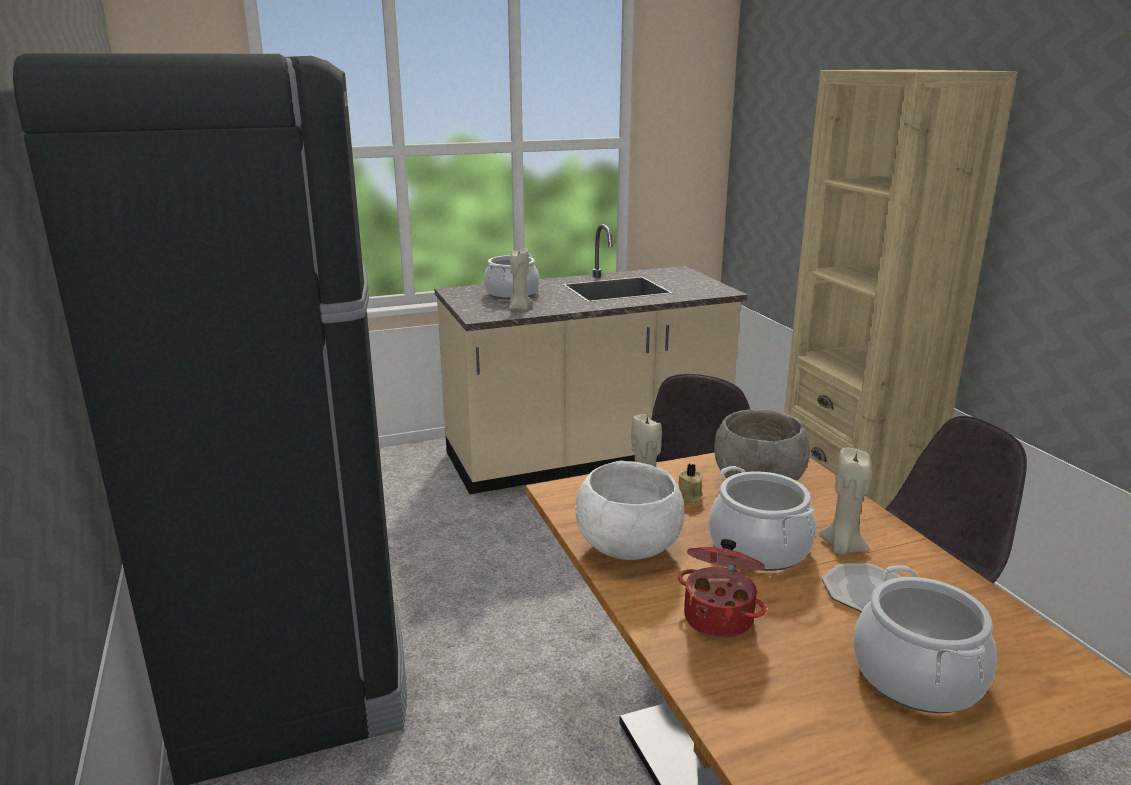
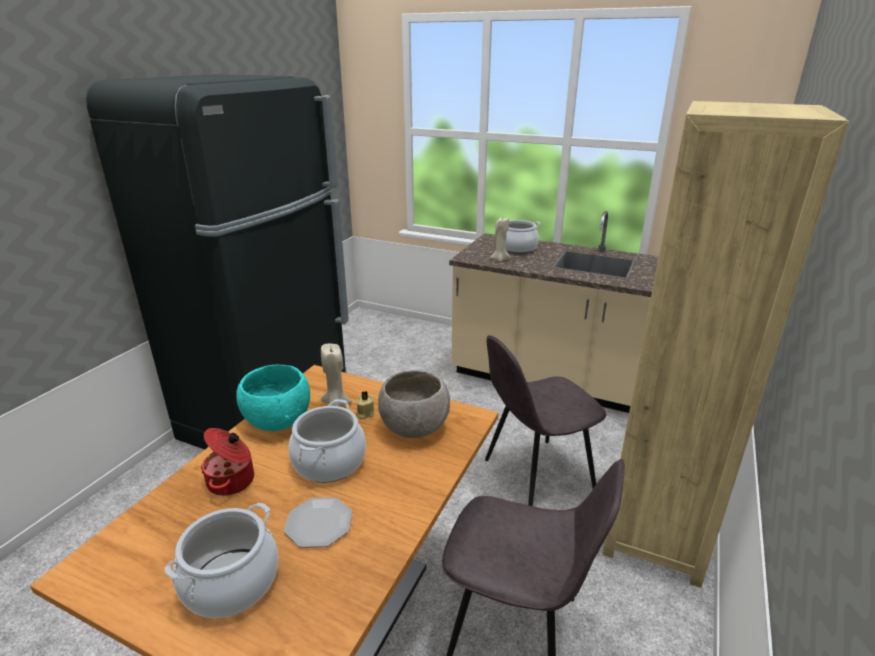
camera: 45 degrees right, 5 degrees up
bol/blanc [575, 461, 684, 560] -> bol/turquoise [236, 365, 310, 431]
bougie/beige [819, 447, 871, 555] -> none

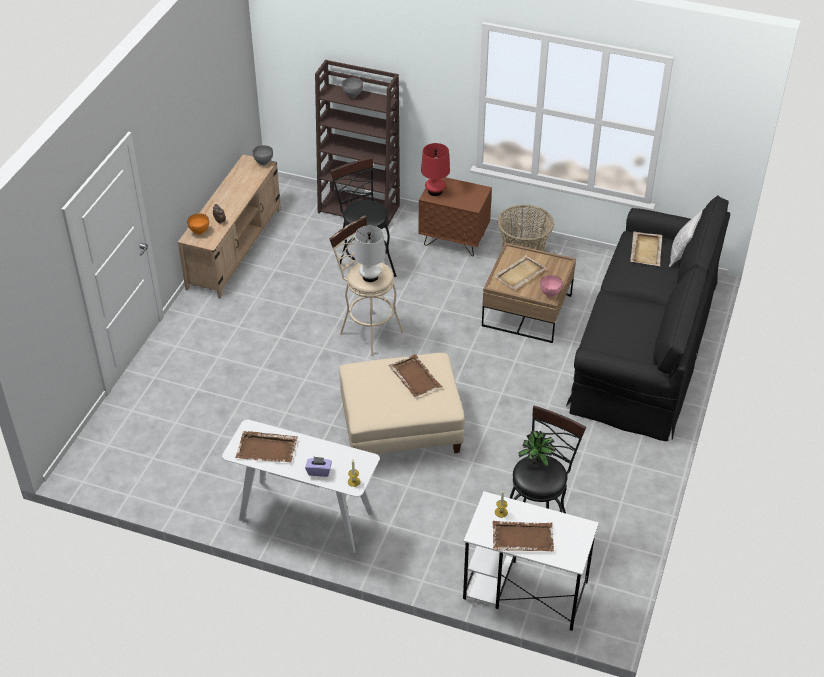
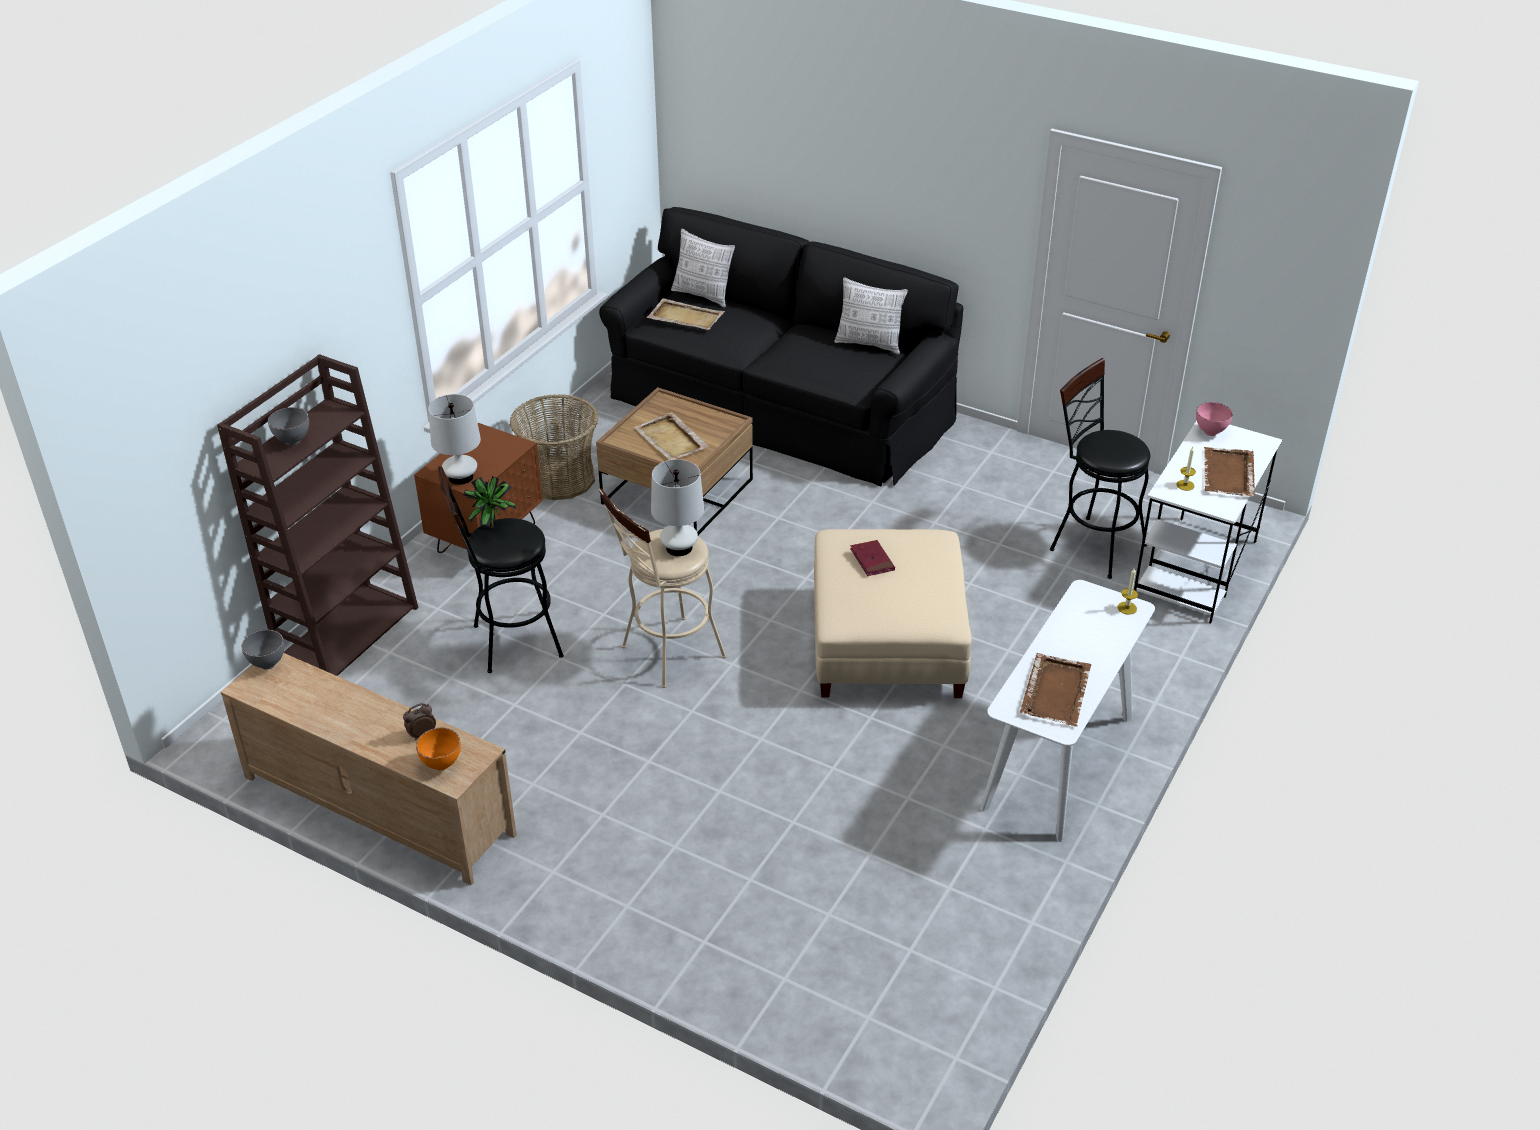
camera: 80 degrees left, 5 degrees down
lampe de table/rouge [421, 143, 450, 196] -> lampe de table/blanc [428, 394, 481, 485]
plante en pot [518, 431, 555, 467] -> plante en pot [463, 476, 516, 528], shifted
none -> coussin [835, 277, 908, 354]
plateau/marron [389, 354, 442, 397] -> livre/rouge [850, 540, 895, 576]
bol/rose [540, 275, 563, 297] -> bol/rose [1196, 402, 1233, 436], shifted
boîte à mouchoirs/violet [305, 457, 332, 477] -> none

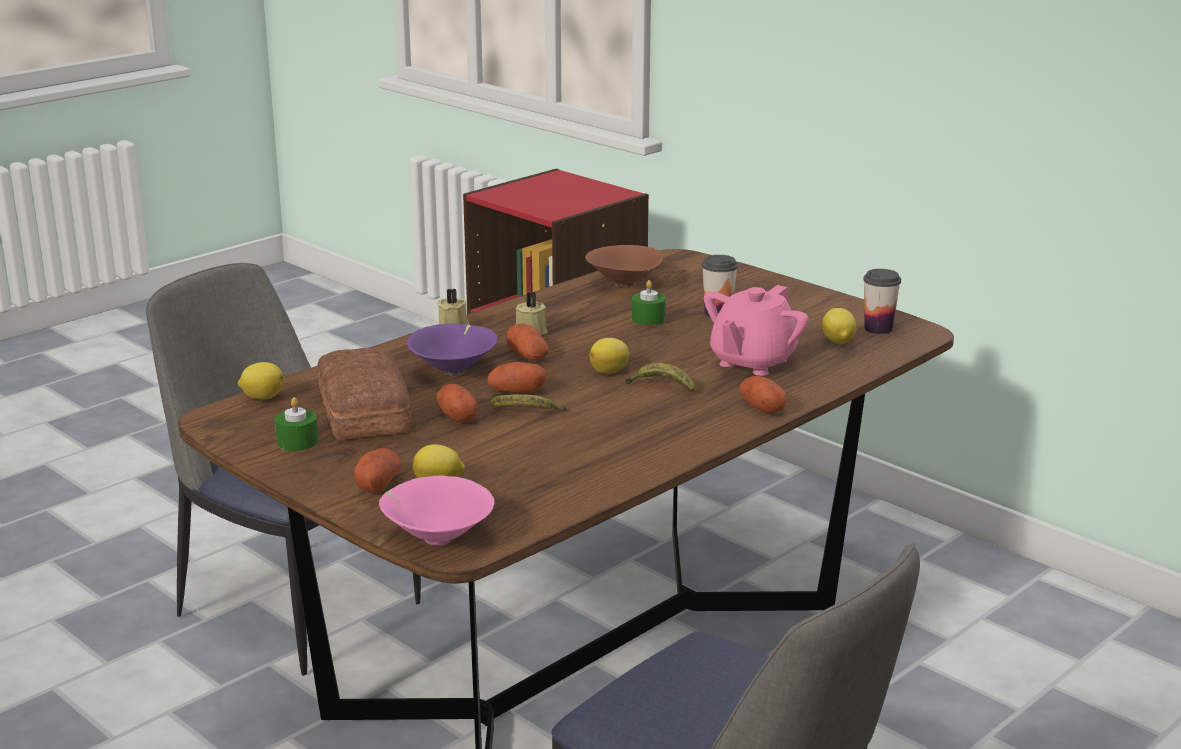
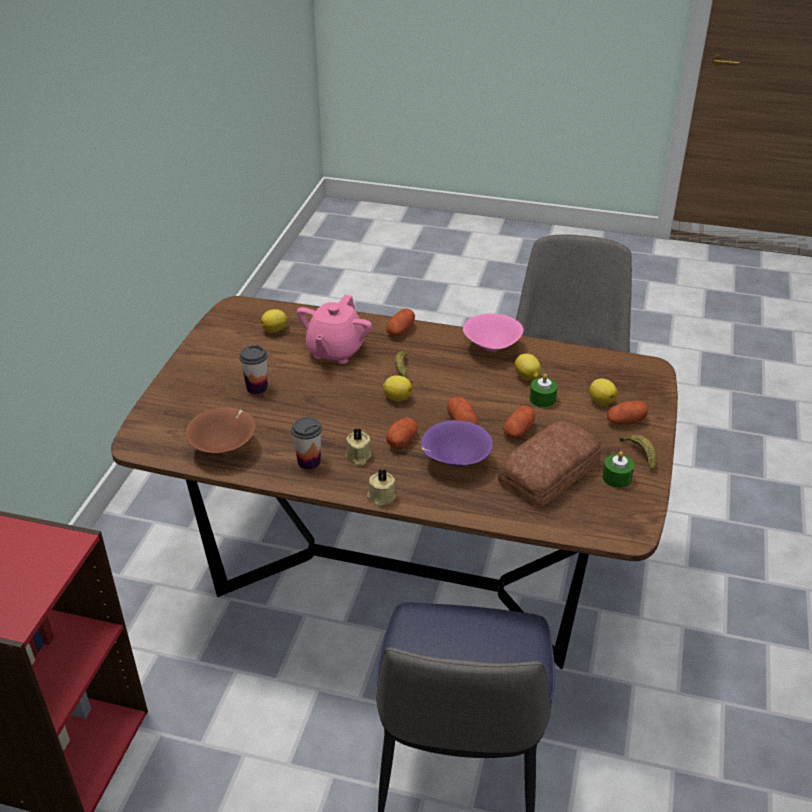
camera: 120 degrees left, 15 degrees up
tasse [863, 269, 901, 334] -> tasse [291, 417, 322, 470], shifted
théière/rose [704, 285, 809, 376] -> théière/rose [297, 295, 372, 364], 105 degrees clockwise
bol/rose [379, 475, 495, 546] -> bol/rose [463, 313, 524, 352], shifted
citron [238, 362, 284, 400] -> citron [515, 354, 541, 380], shifted
bougie/vert [632, 280, 666, 325] -> bougie/vert [530, 374, 558, 408], shifted
banane [490, 394, 566, 412] -> banane [620, 434, 656, 470], shifted

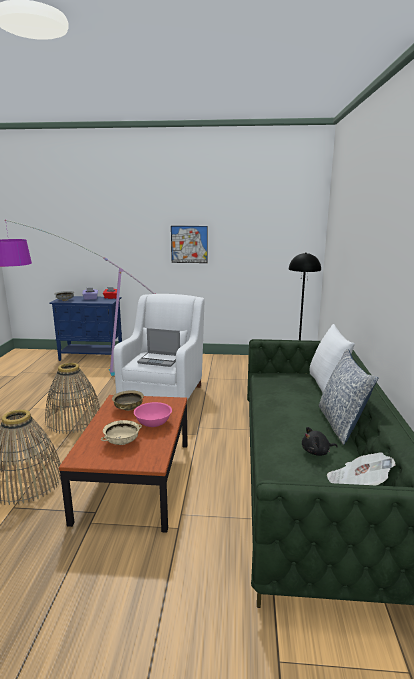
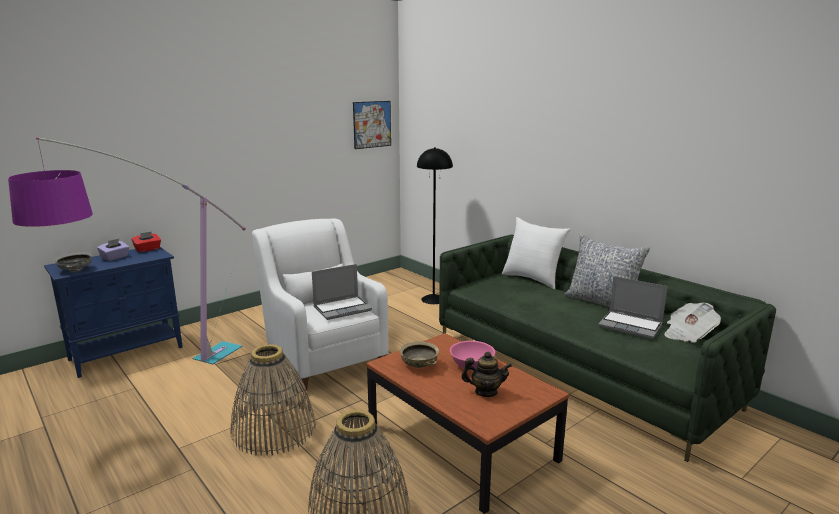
camera: 45 degrees left, 0 degrees up
tableau [171, 226, 208, 263] -> tableau [353, 101, 391, 149], shifted
bol/beige [101, 420, 142, 445] -> théière [461, 351, 512, 397]
peluche/noir [302, 427, 338, 456] -> ordinateur portable [598, 276, 668, 339]

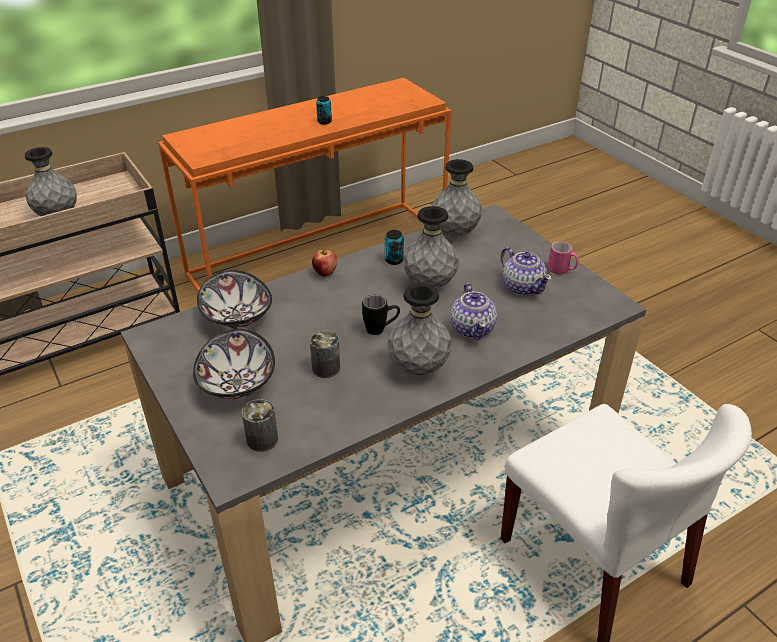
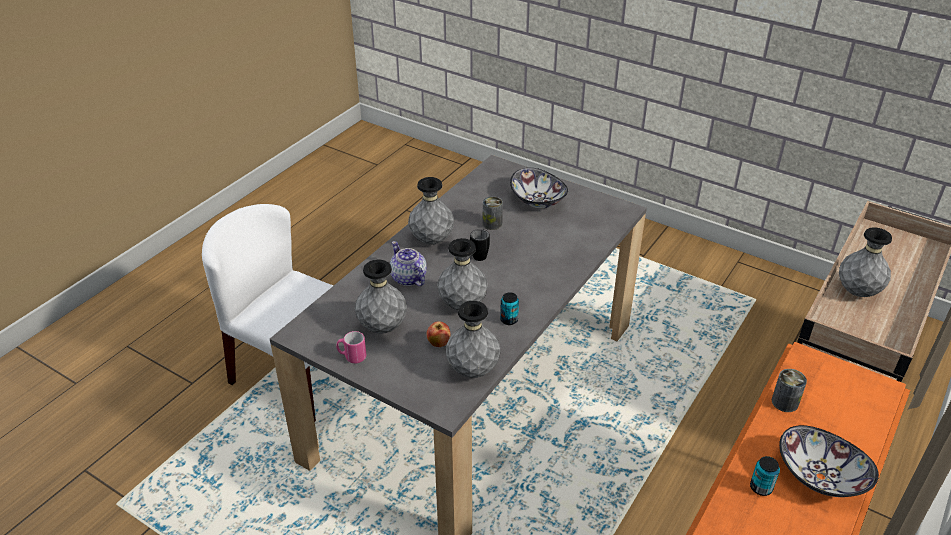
camera: 155 degrees right, 0 degrees up
théière [501, 247, 552, 296] -> vase/gris [355, 259, 407, 334]
pomme [312, 249, 337, 277] -> pomme [427, 321, 451, 347], shifted
boîte métallique [242, 399, 278, 452] -> boîte métallique [772, 369, 807, 412], shifted
bol [197, 270, 272, 329] -> bol [779, 425, 879, 497], shifted

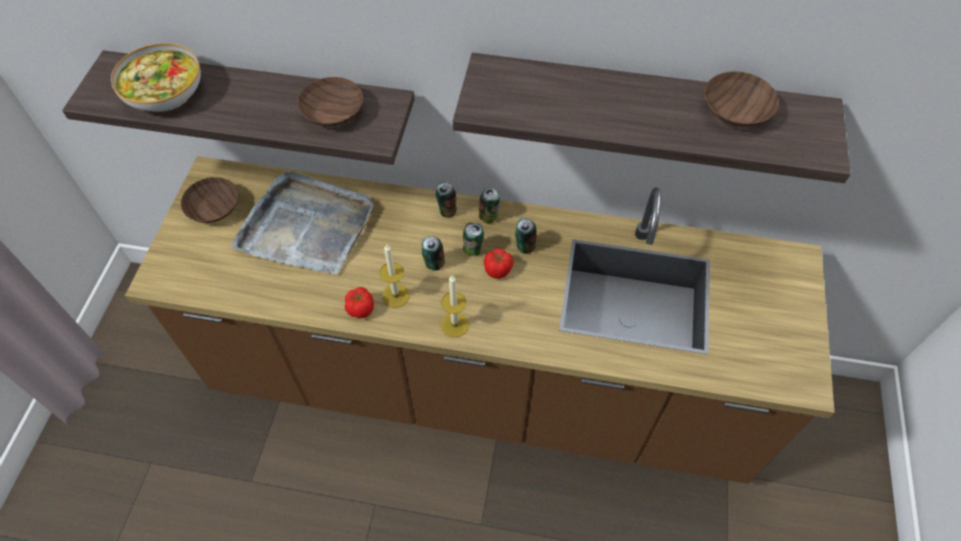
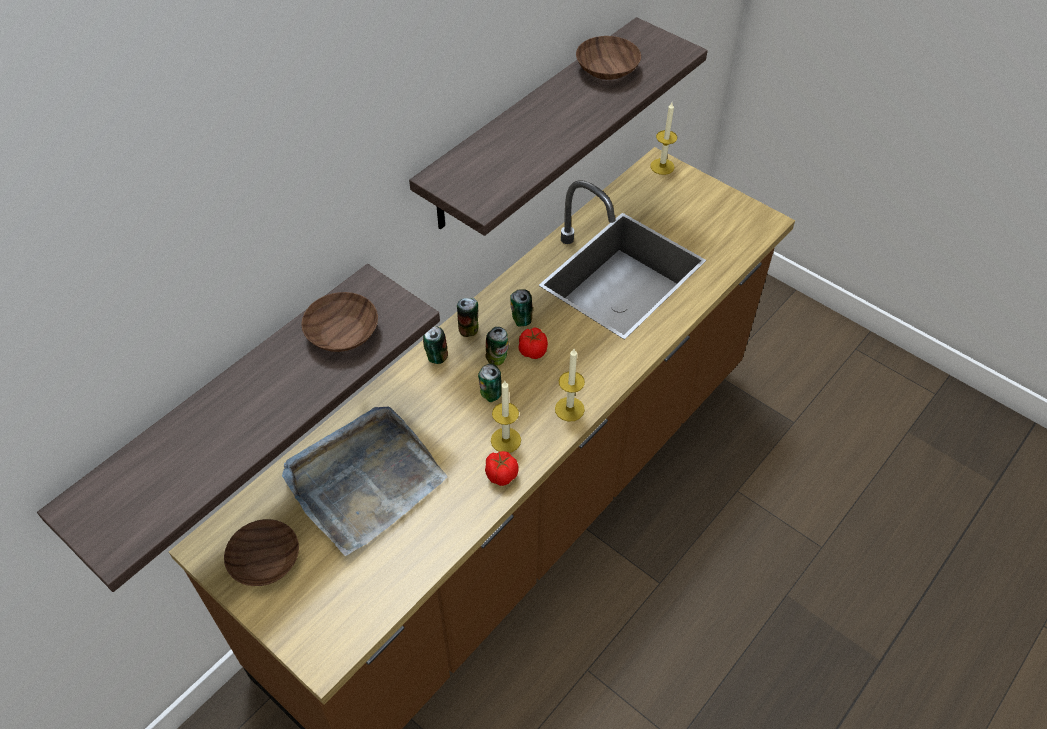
camera: 60 degrees left, 5 degrees down
none -> bougie [650, 103, 677, 175]
bol [111, 43, 201, 112] -> none

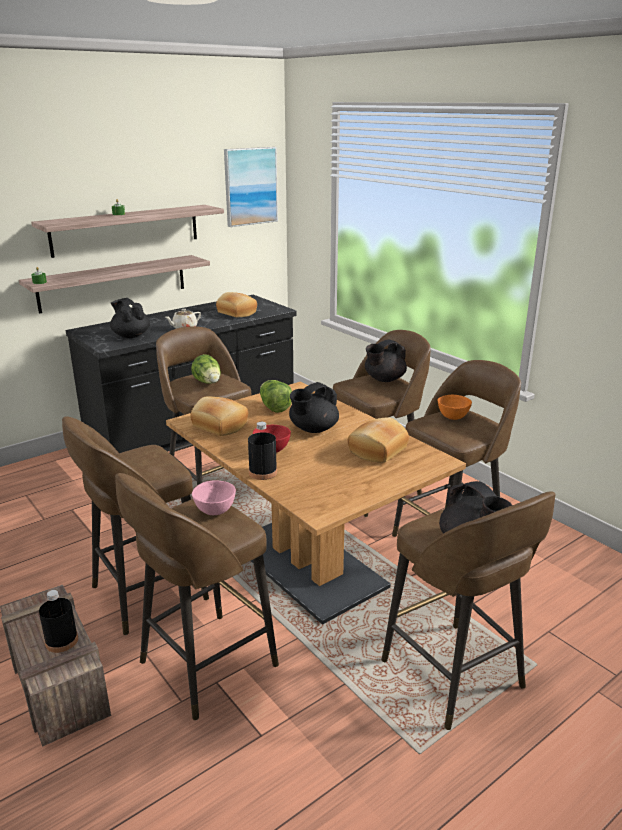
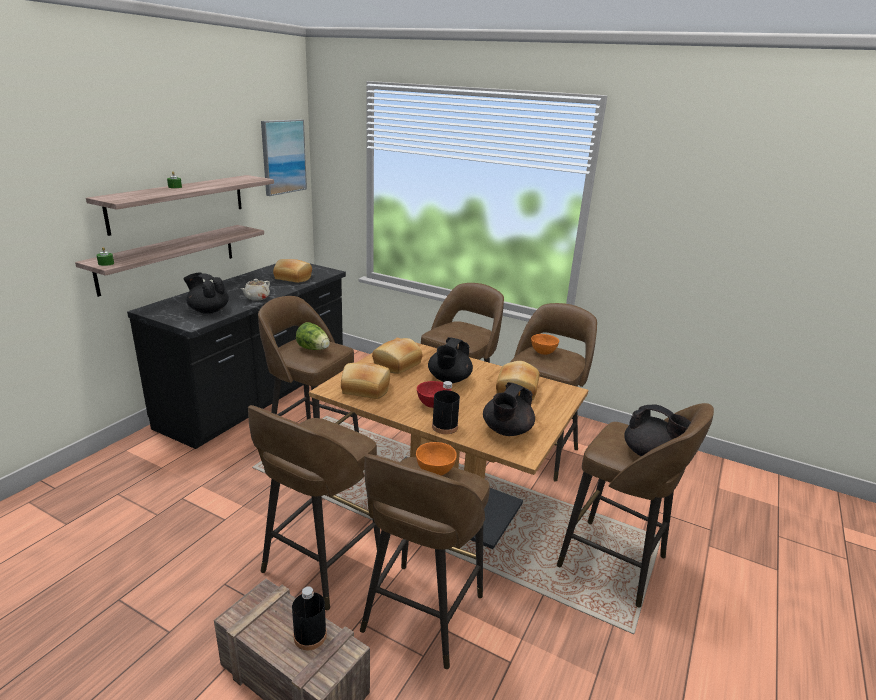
camera: 25 degrees left, 0 degrees up
laitue [260, 380, 292, 413] -> pain [372, 338, 423, 374]
bol/rose [192, 480, 236, 515] -> bol/orange [416, 442, 457, 475]
théière/noir [365, 340, 407, 382] -> théière/noir [483, 382, 535, 436], shifted

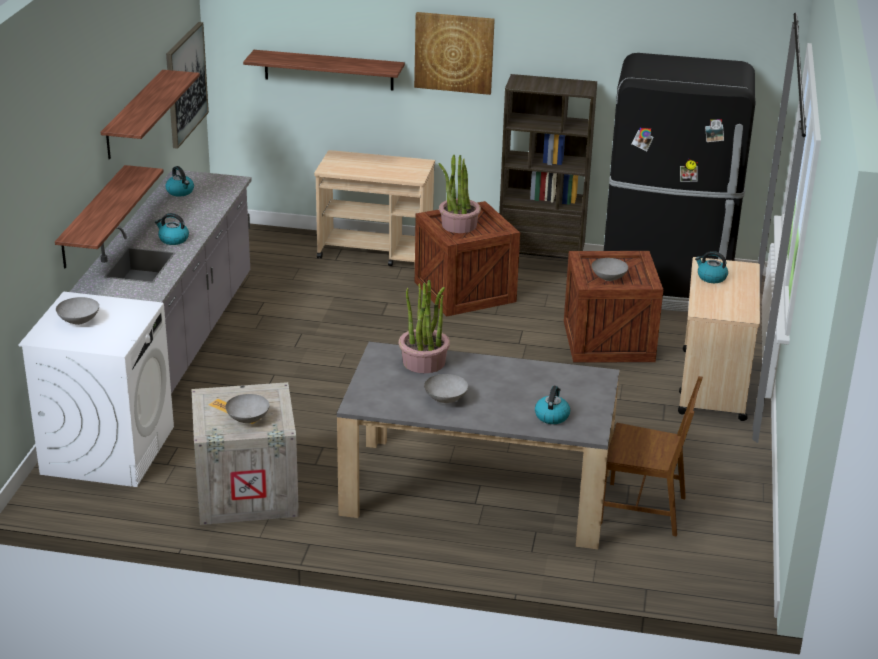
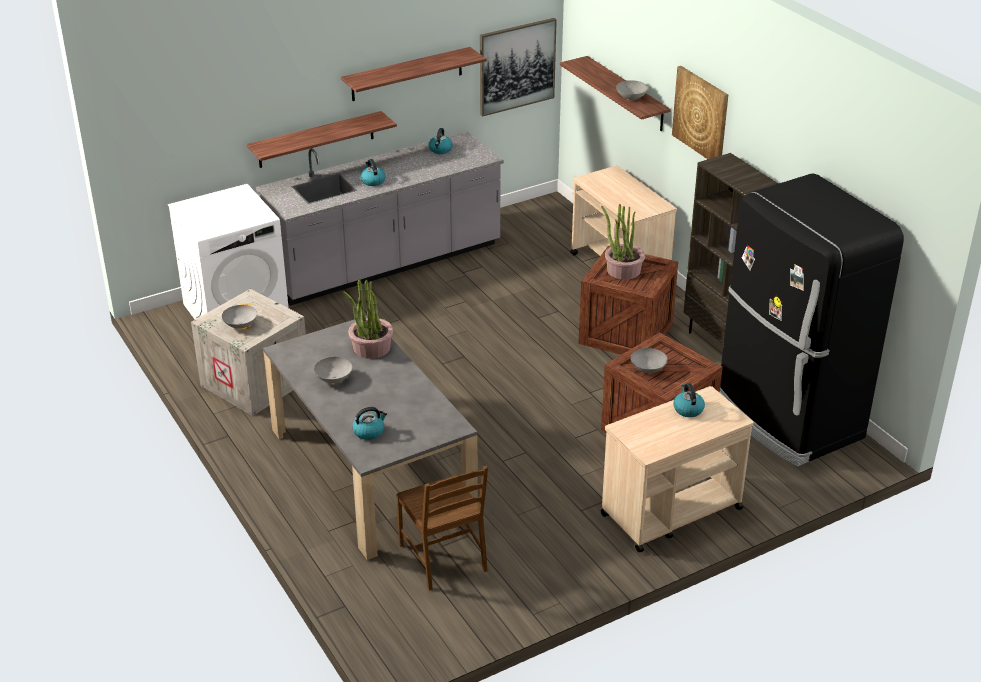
camera: 50 degrees right, 5 degrees up
bol/gris [56, 297, 99, 325] -> bol/gris [616, 80, 648, 100], shifted

